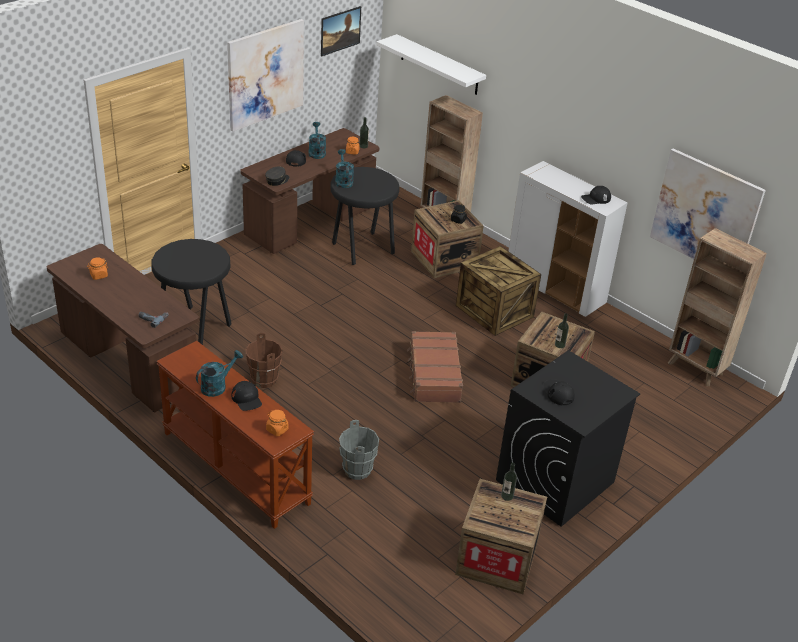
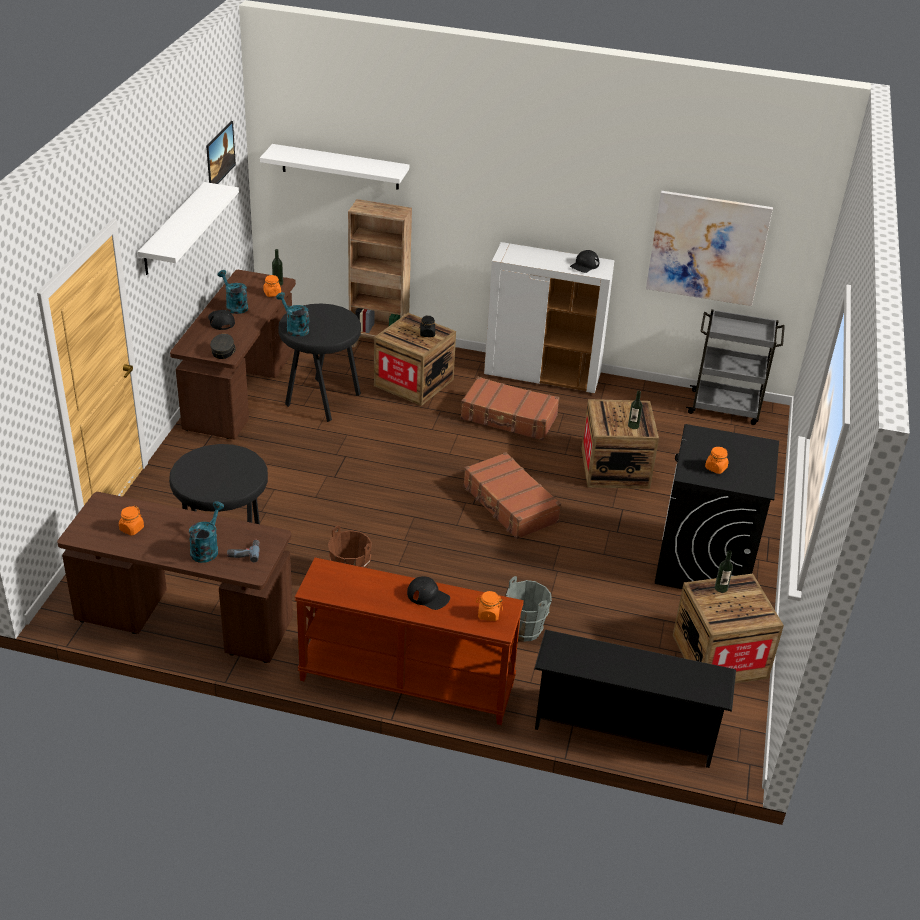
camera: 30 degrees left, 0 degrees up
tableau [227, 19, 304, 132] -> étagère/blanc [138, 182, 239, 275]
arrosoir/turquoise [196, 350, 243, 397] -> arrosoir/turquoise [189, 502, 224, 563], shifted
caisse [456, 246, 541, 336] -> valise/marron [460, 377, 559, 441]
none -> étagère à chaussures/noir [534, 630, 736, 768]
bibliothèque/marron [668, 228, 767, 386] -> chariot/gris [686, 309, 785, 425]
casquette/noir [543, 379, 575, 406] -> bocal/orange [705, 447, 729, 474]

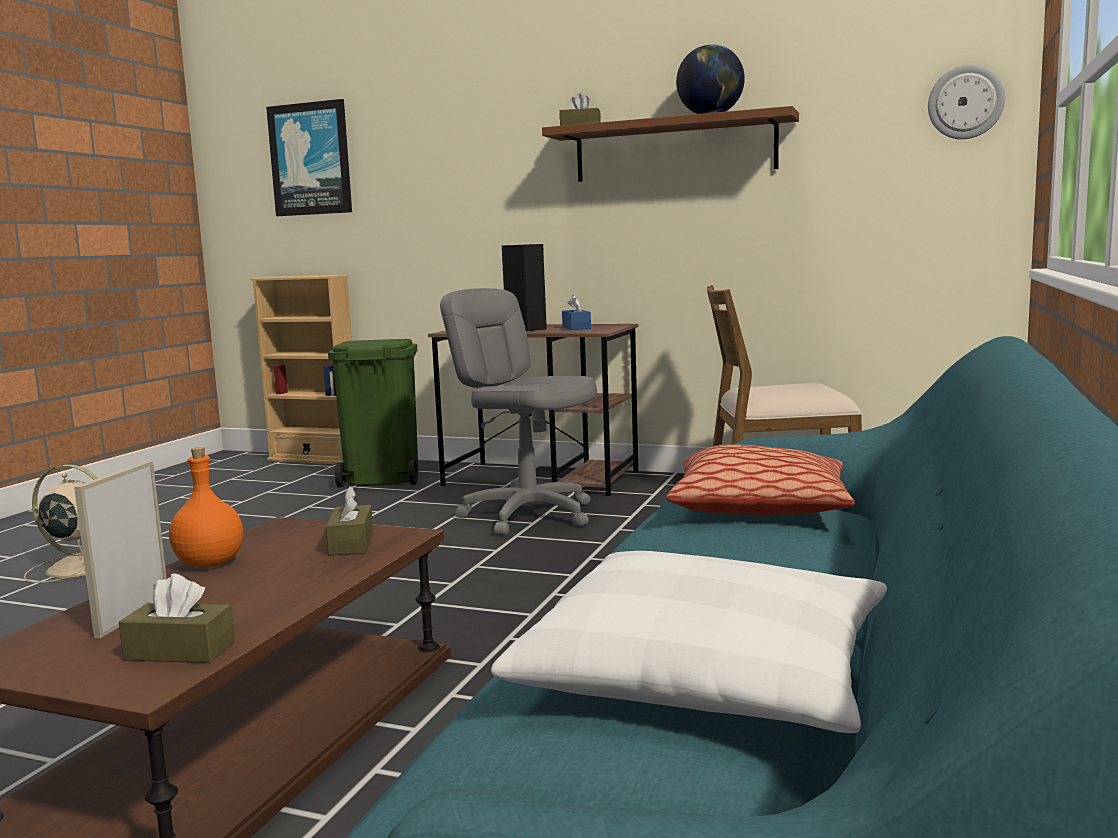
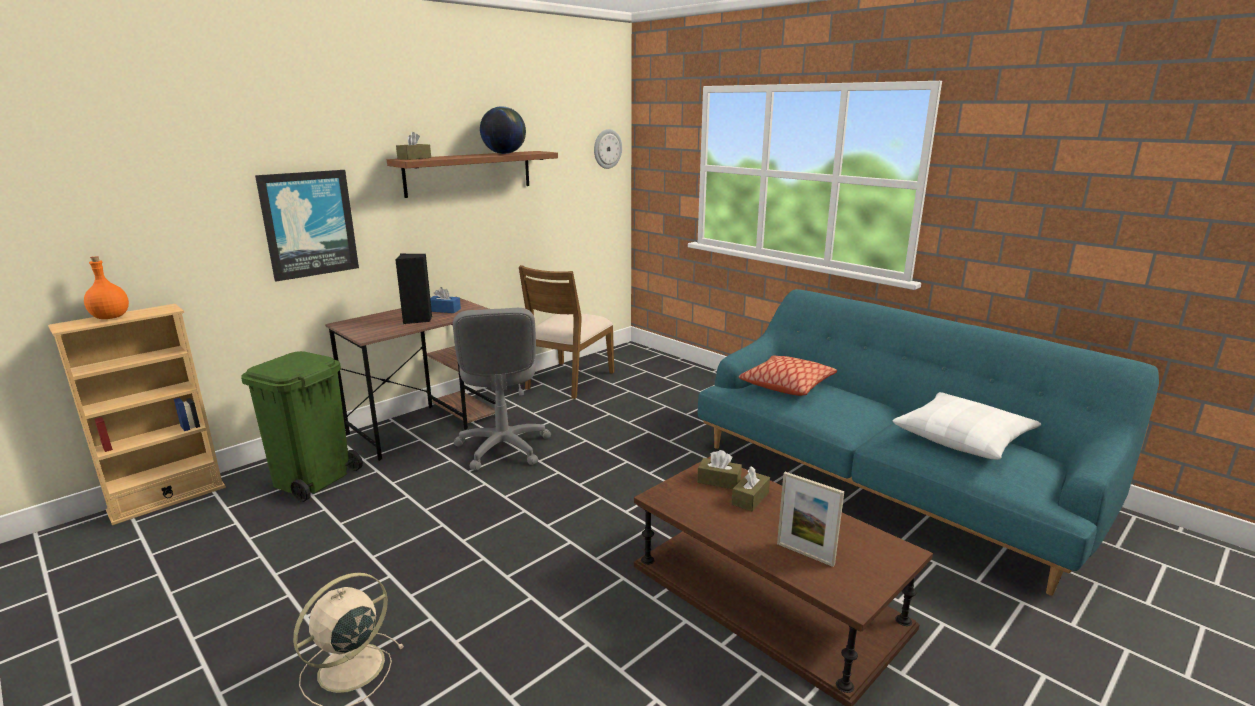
camera: 65 degrees left, 10 degrees up
bouteille/orange [169, 447, 243, 568] -> bouteille/orange [84, 256, 129, 319], shifted
tableau [266, 99, 352, 216] -> tableau [255, 170, 359, 282], shifted
chaise de bureau/gris [440, 288, 597, 536] -> chaise de bureau/gris [453, 308, 551, 470], 75 degrees counterclockwise
boîte à mouchoirs/marron [119, 574, 235, 663] -> boîte à mouchoirs/marron [732, 466, 770, 511], shifted

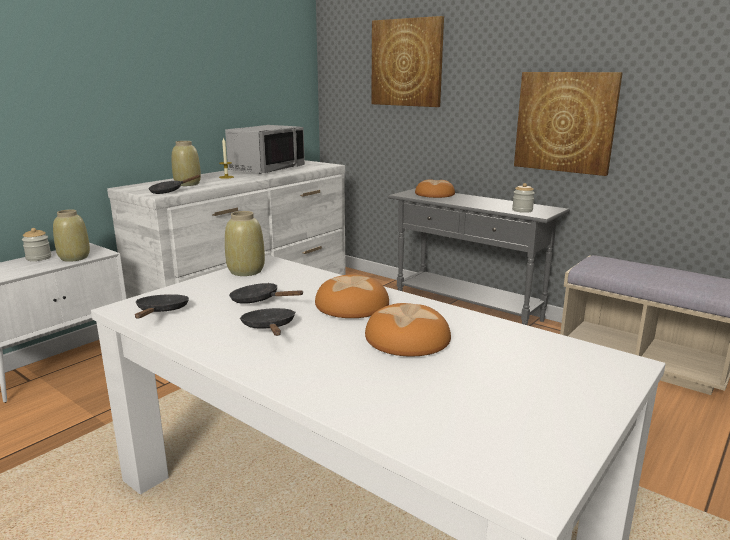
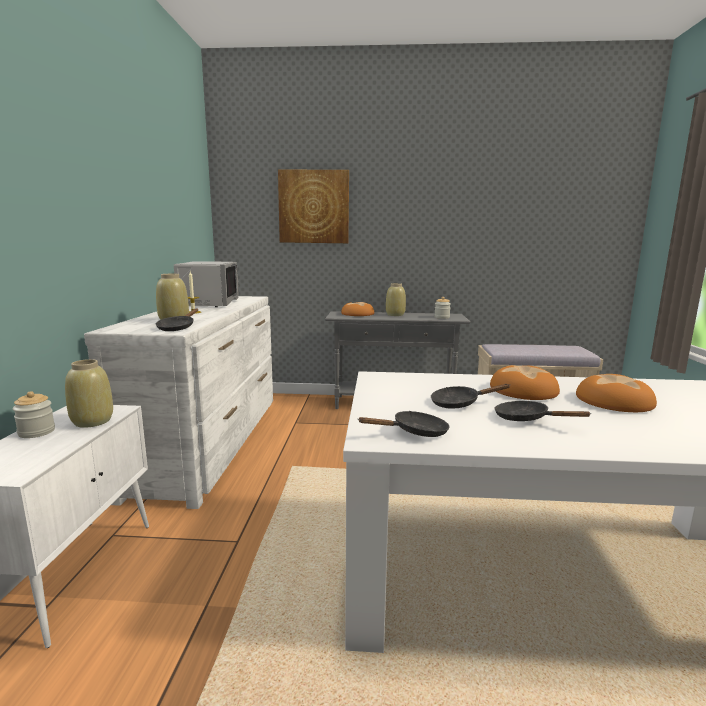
camera: 35 degrees left, 5 degrees down
poêle/noir [135, 294, 189, 318] -> poêle/noir [358, 411, 450, 437], 105 degrees clockwise
vase/beige [225, 211, 265, 276] -> vase/beige [386, 283, 406, 316], shifted
tableau [514, 72, 623, 176] -> none

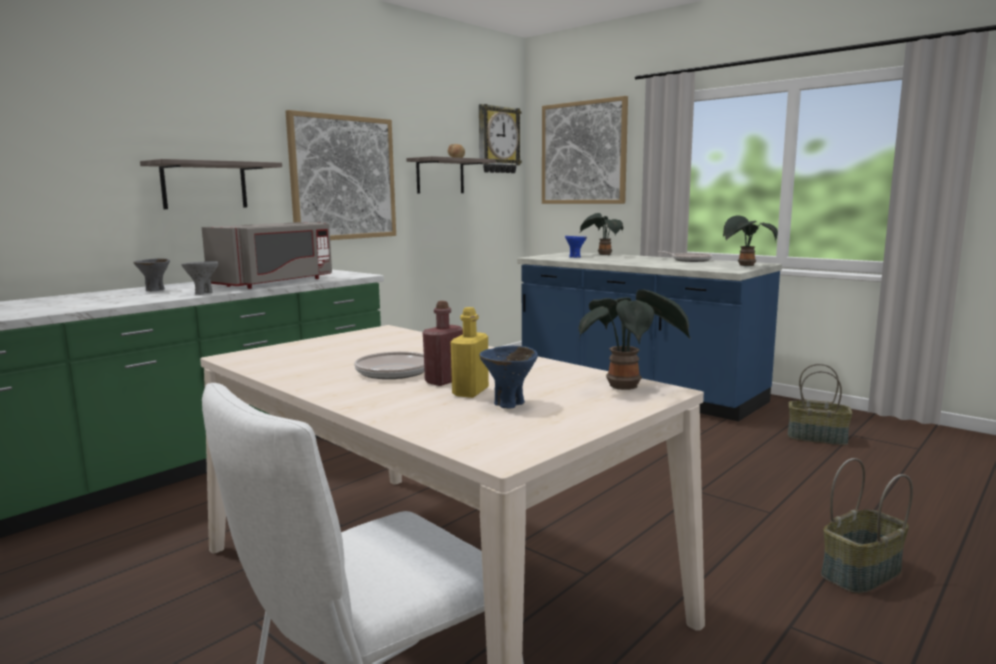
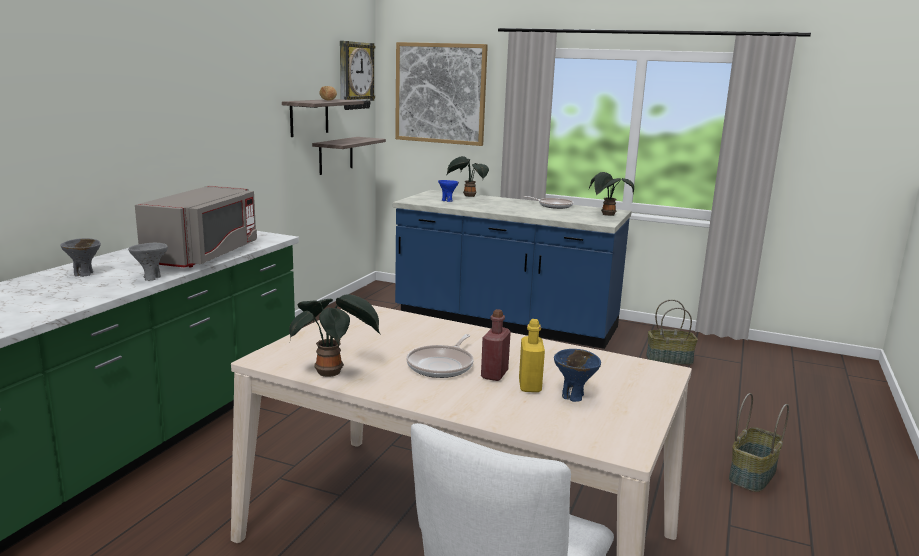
camera: 20 degrees left, 5 degrees up
plante en pot [579, 289, 691, 390] -> plante en pot [289, 294, 381, 377], shifted
étagère [140, 159, 282, 209] -> étagère [312, 137, 386, 175], shifted
tableau [286, 110, 396, 240] -> none

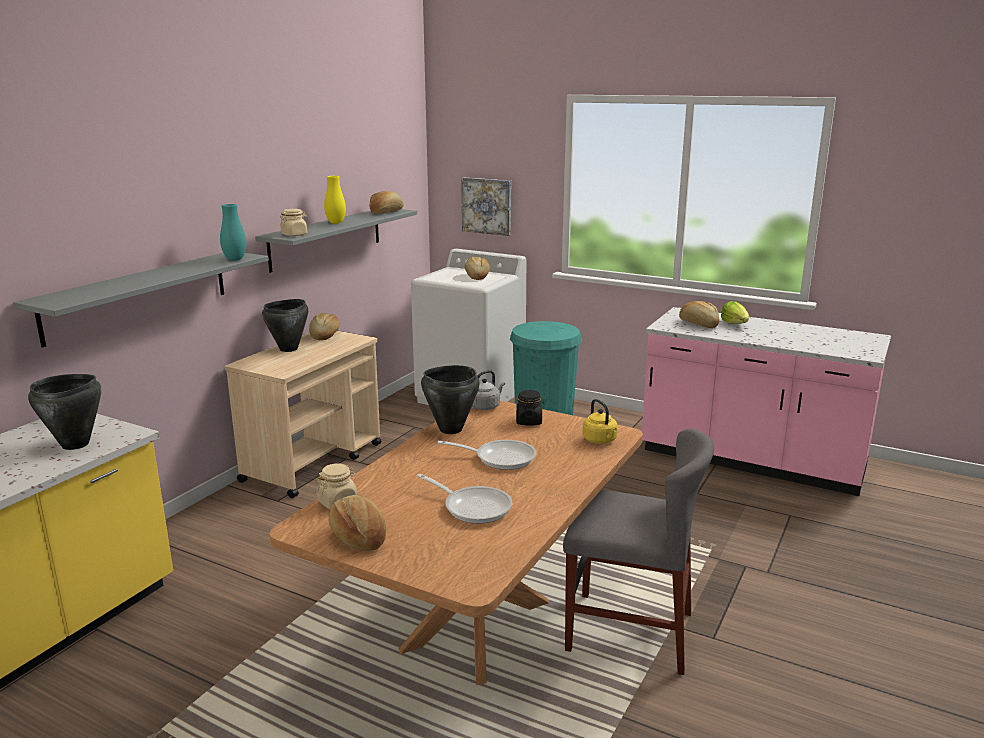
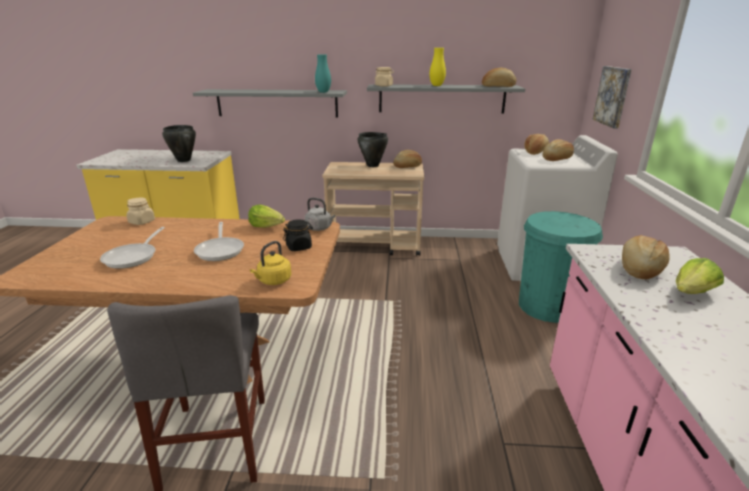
camera: 65 degrees right, 5 degrees up
marmite/noir [421, 365, 480, 434] -> laitue [248, 204, 285, 228]
pain [329, 494, 386, 551] -> pain [524, 134, 549, 155], shifted

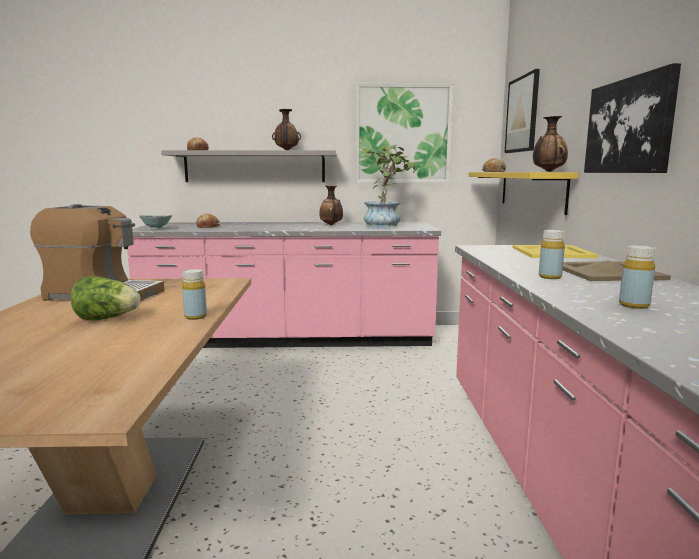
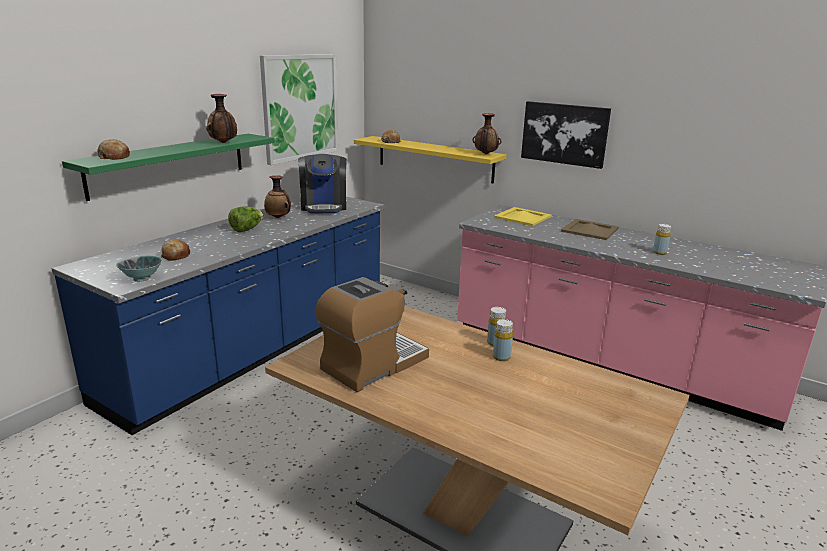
camera: 55 degrees left, 10 degrees up
comptoir de cuisine/rose [127, 222, 441, 348] -> comptoir de cuisine/bleu [52, 197, 385, 435]
étagère/gris [161, 150, 336, 182] -> étagère/vert [62, 134, 275, 201]
laitue [71, 276, 140, 320] -> laitue [228, 206, 263, 232], shifted
plante en pot [361, 145, 418, 228] -> machine à café [298, 154, 347, 213]
bouteille/jaune [539, 230, 565, 279] -> bouteille/jaune [493, 319, 513, 361], shifted
tableau [504, 69, 540, 153] -> none

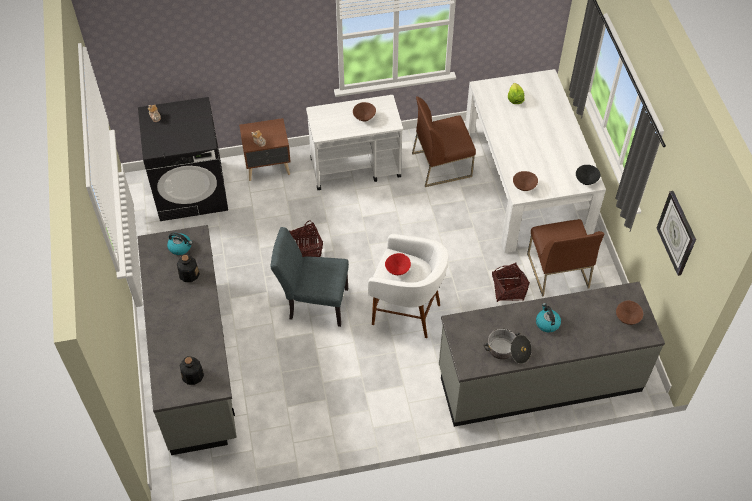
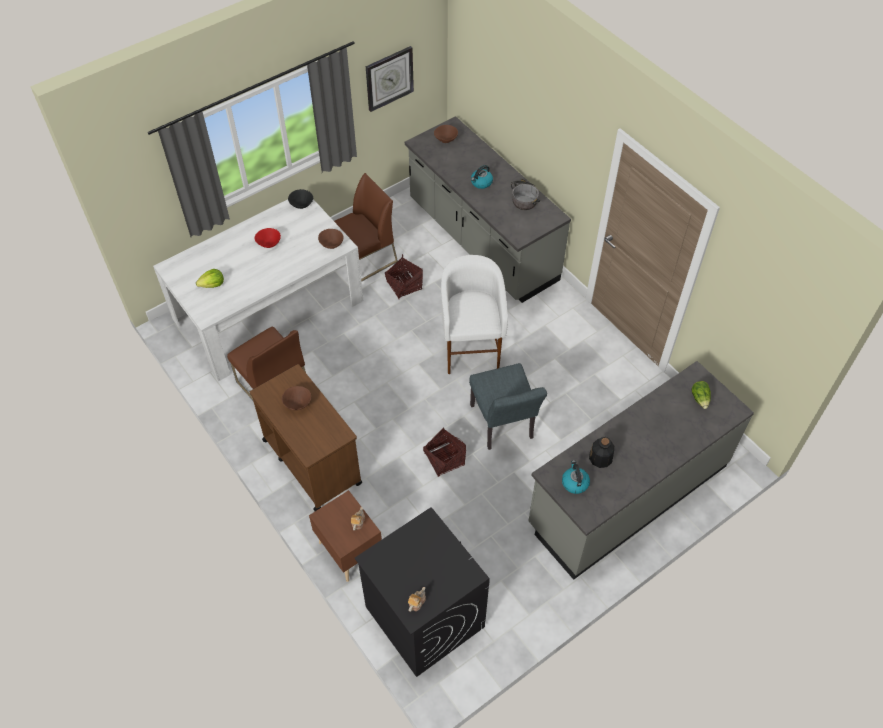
camera: 115 degrees left, 0 degrees up
chariot/blanc [306, 95, 403, 190] -> chariot/marron [250, 364, 362, 511]
bol/rouge [385, 253, 411, 275] -> bol/rouge [255, 228, 281, 248], shifted
bouteille [180, 356, 204, 385] -> laitue [692, 381, 711, 409]

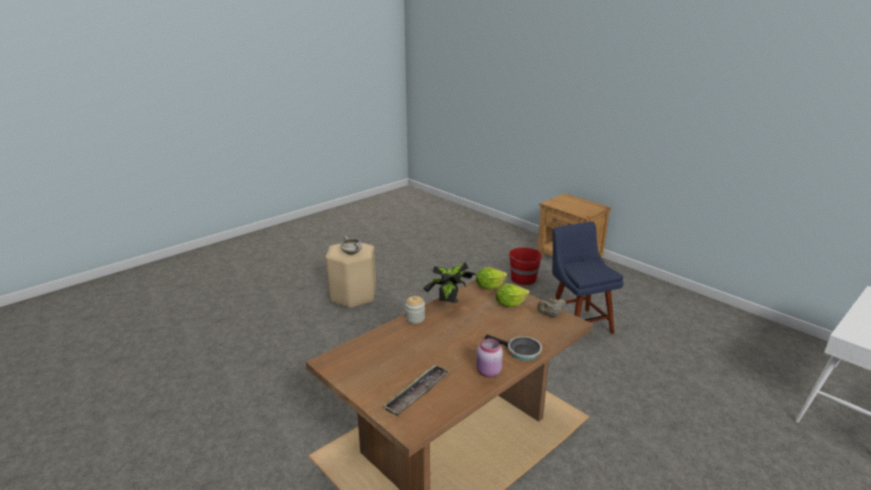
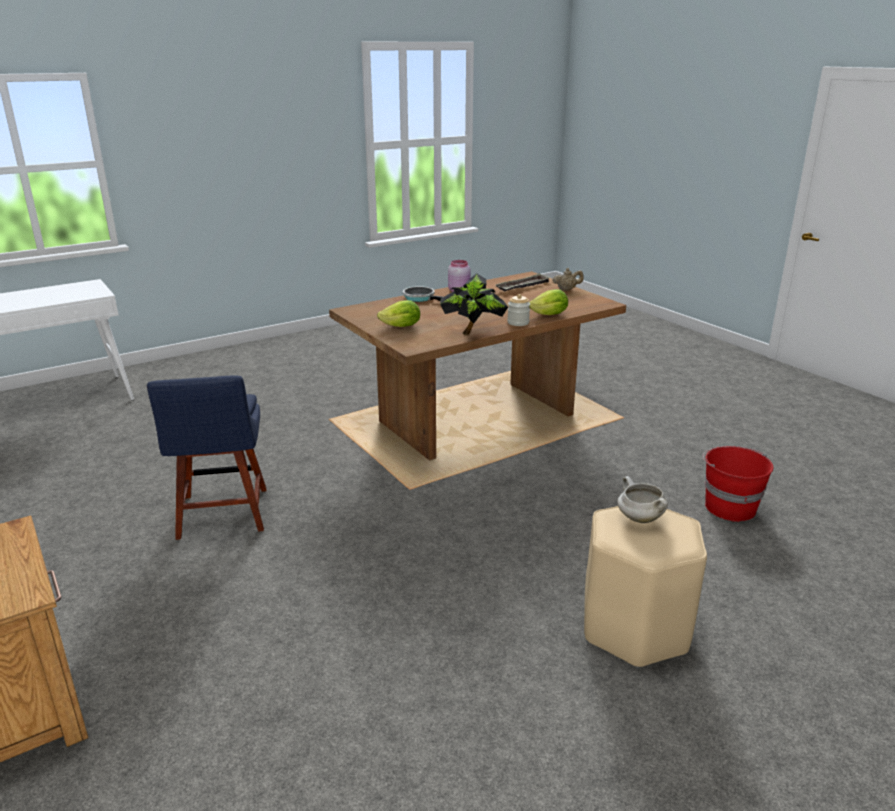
camera: 170 degrees left, 0 degrees up
laitue [476, 267, 507, 289] -> laitue [529, 289, 568, 315], shifted
théière/beige [537, 296, 566, 317] -> théière/beige [552, 268, 584, 291], shifted
seau/rouge [509, 247, 543, 285] -> seau/rouge [703, 446, 773, 522], shifted

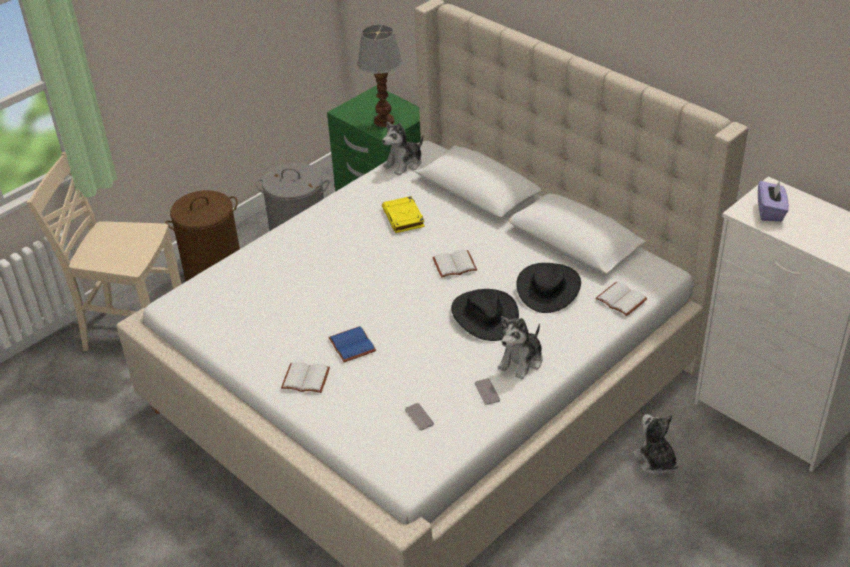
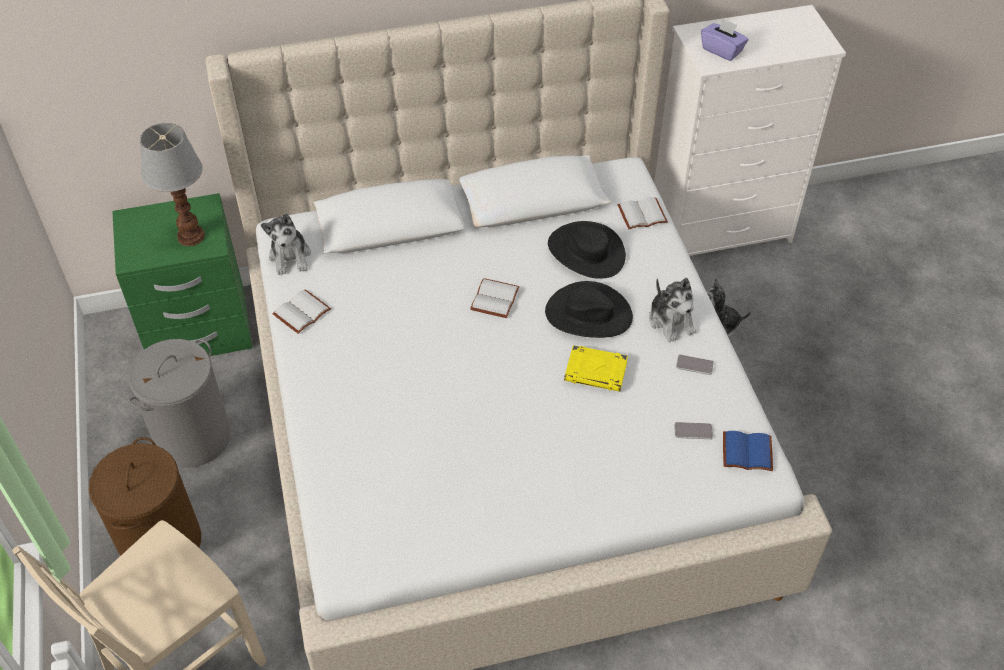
camera: 60 degrees left, 10 degrees up
livre/blanc [281, 362, 330, 393] -> livre/blanc [272, 289, 331, 334], shifted
livre/jaune [382, 196, 425, 233] -> livre/jaune [564, 345, 628, 392], shifted
livre/bleu [328, 326, 376, 362] -> livre/bleu [723, 431, 773, 471], shifted

